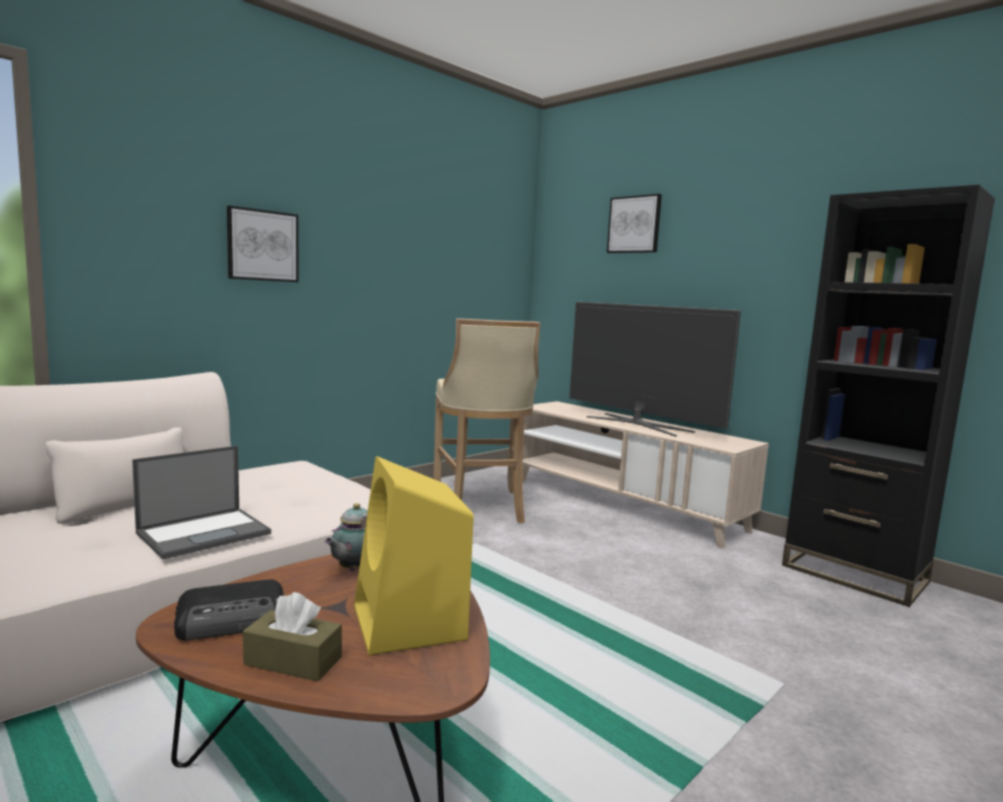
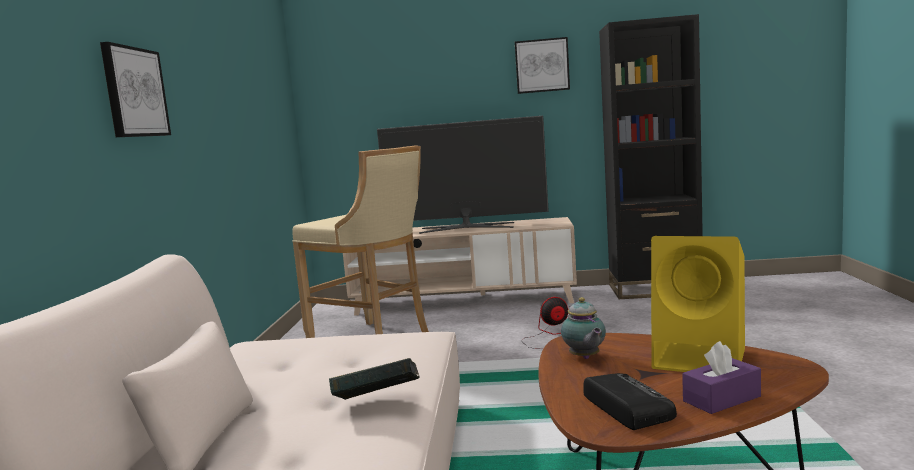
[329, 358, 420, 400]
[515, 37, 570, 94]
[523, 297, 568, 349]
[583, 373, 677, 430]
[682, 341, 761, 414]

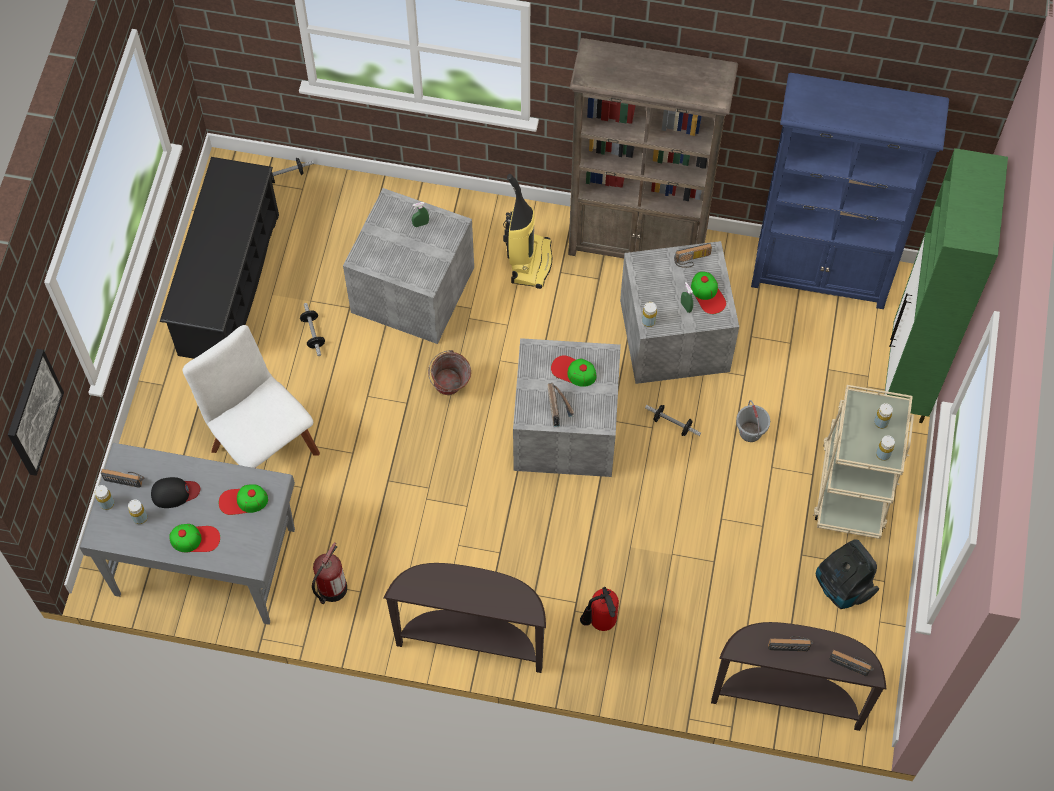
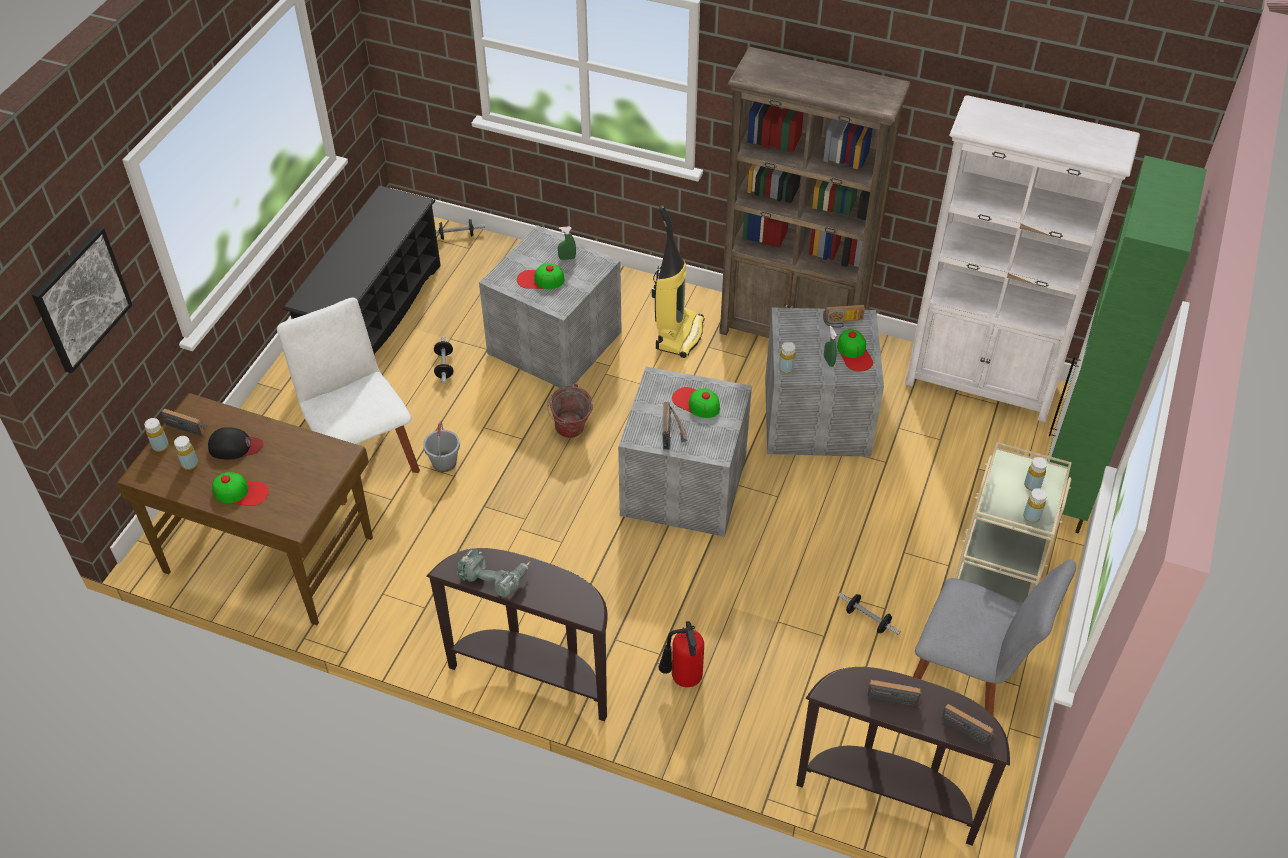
[116, 393, 373, 625]
[423, 421, 460, 472]
[457, 549, 531, 596]
[517, 263, 564, 289]
[838, 592, 901, 635]
[905, 95, 1140, 422]
[913, 560, 1076, 715]
[312, 542, 347, 604] (first image)

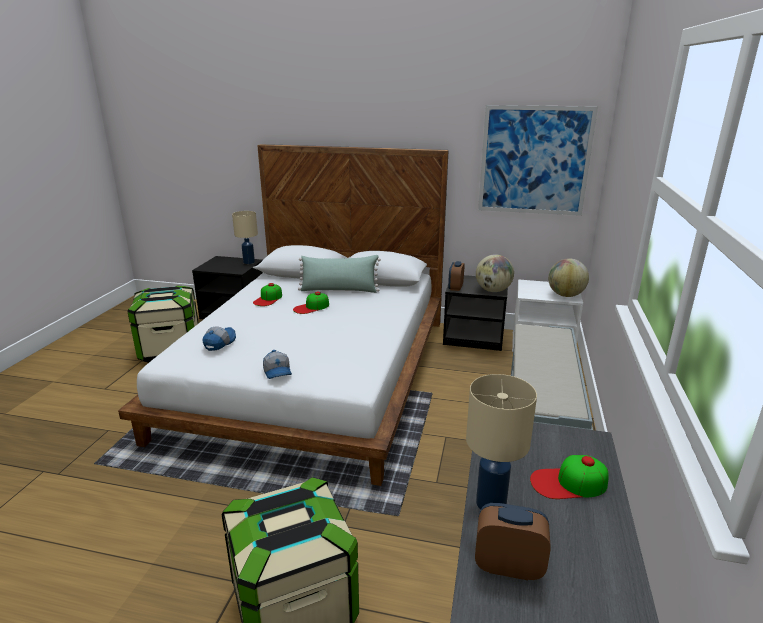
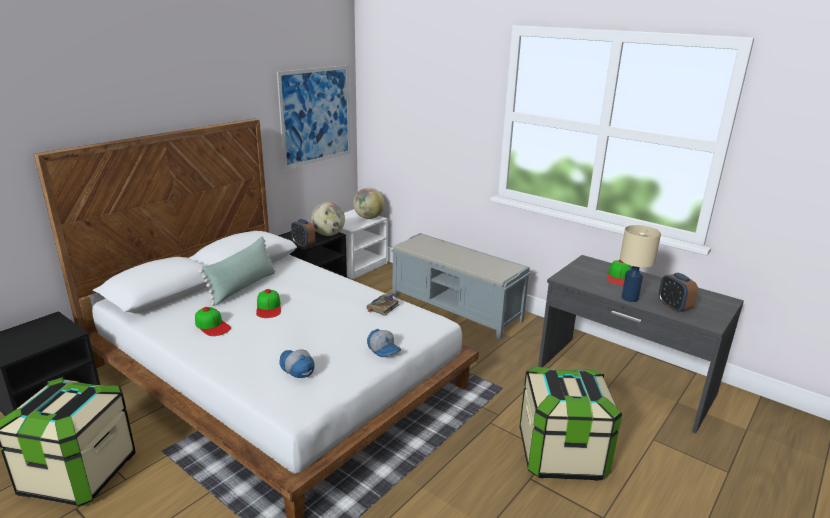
[367, 291, 400, 316]
[367, 329, 401, 357]
[659, 273, 698, 313]
[232, 211, 258, 264] (first image)

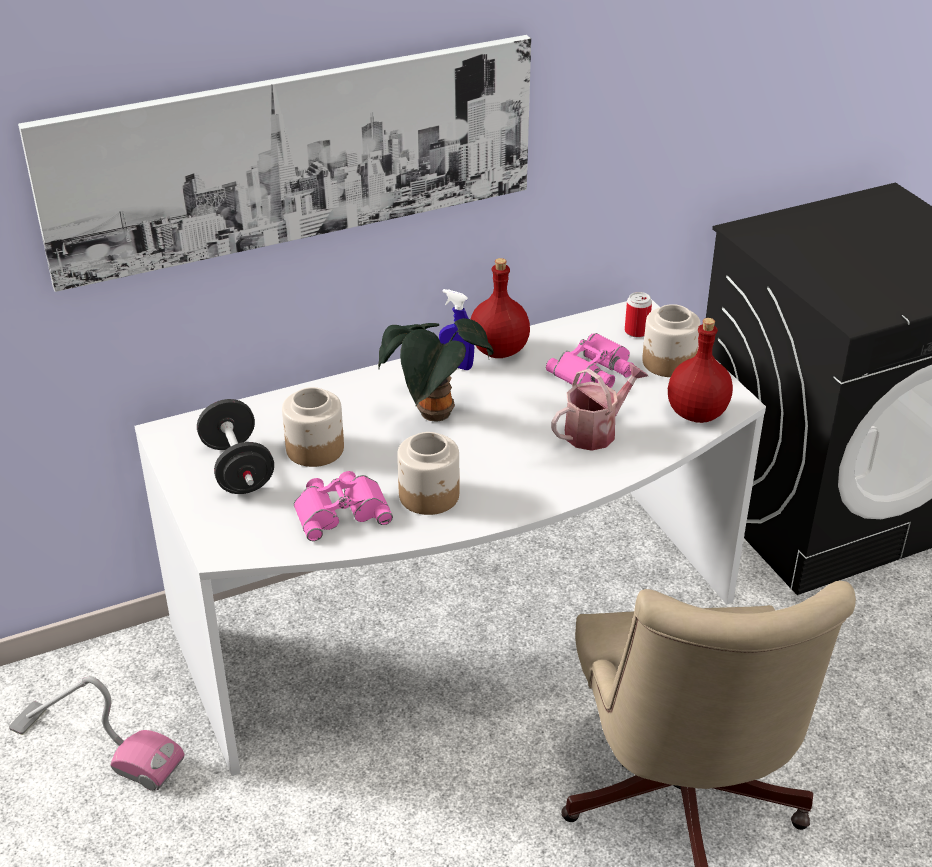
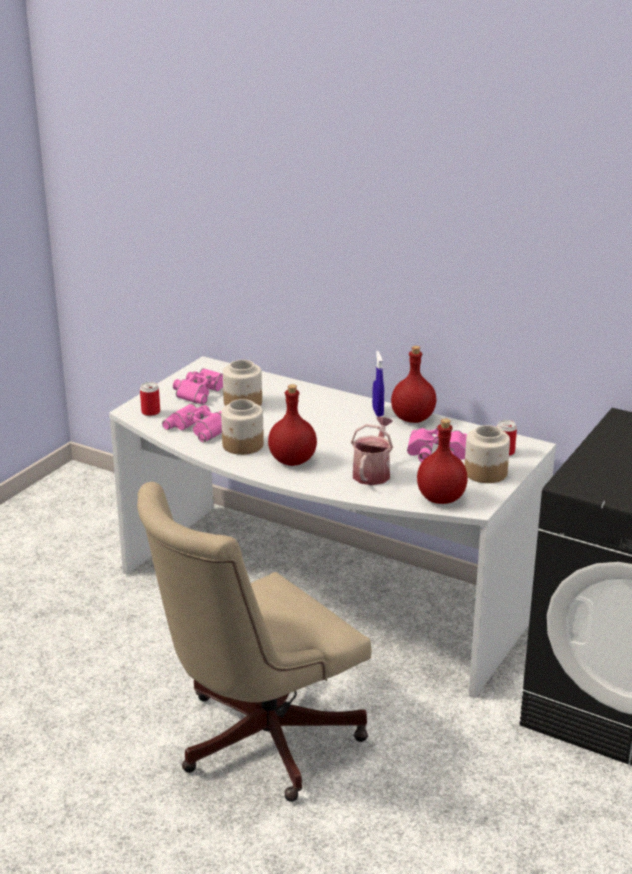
[140, 382, 160, 416]
[173, 368, 223, 405]
[268, 384, 317, 466]
[351, 417, 393, 485]
[9, 676, 184, 791] (first image)
[18, 35, 531, 292] (first image)
[378, 318, 494, 422] (first image)

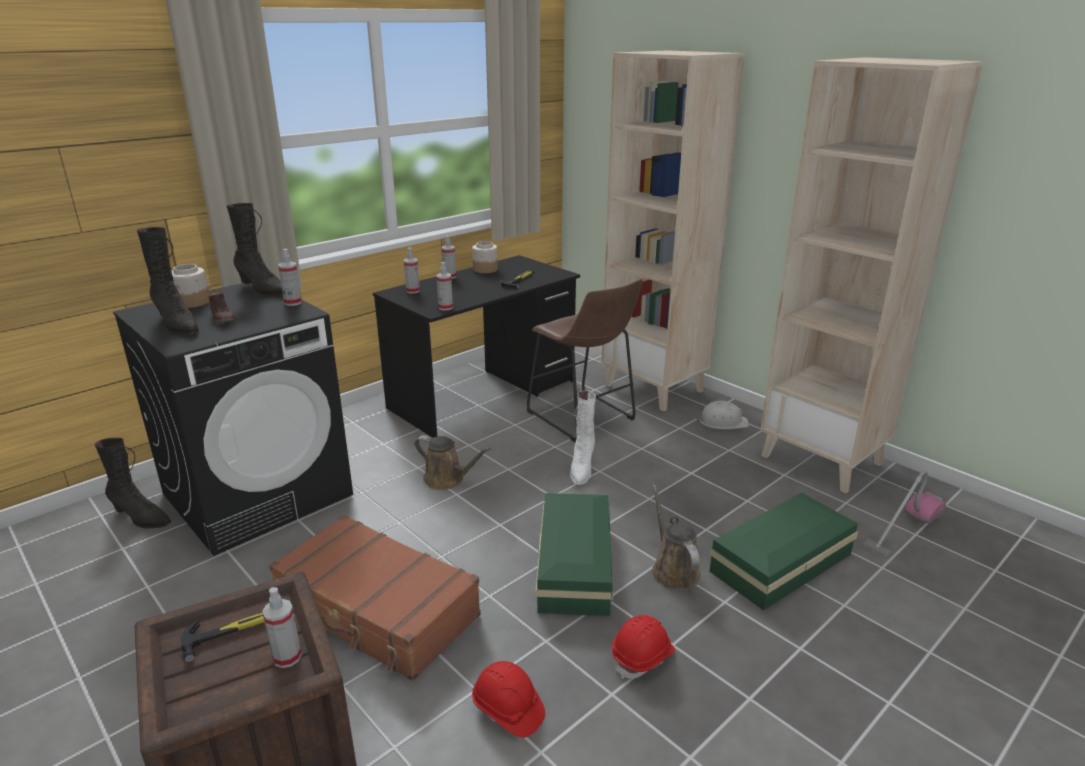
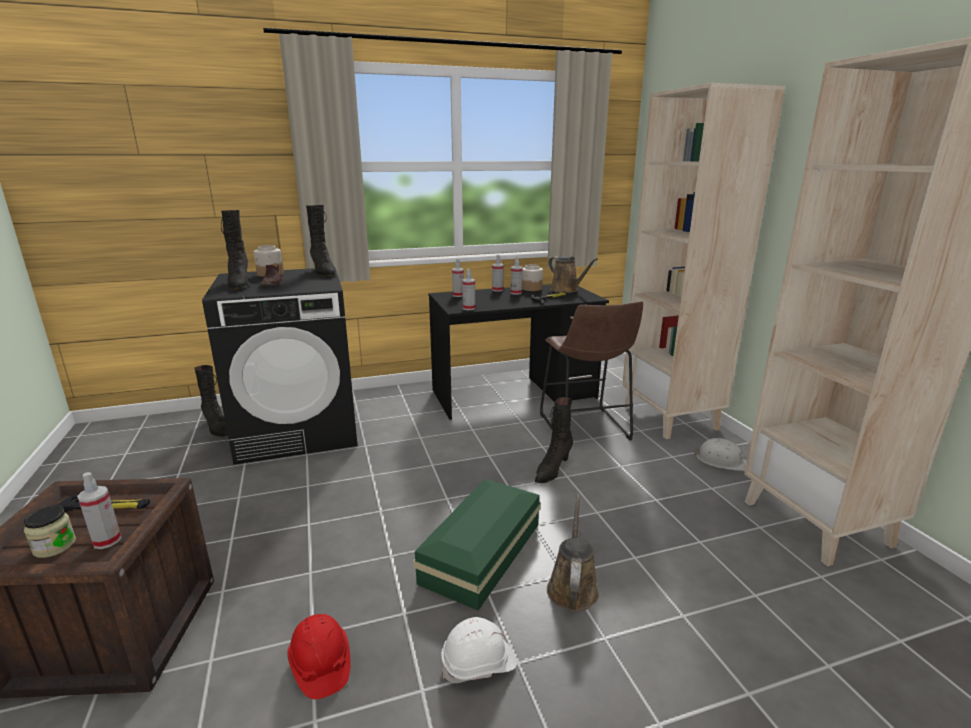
[24, 506, 76, 558]
[441, 617, 517, 683]
[511, 257, 522, 295]
[535, 397, 573, 483]
[548, 256, 598, 293]
[269, 515, 481, 681] (first image)
[709, 493, 858, 610] (first image)
[863, 470, 946, 557] (first image)

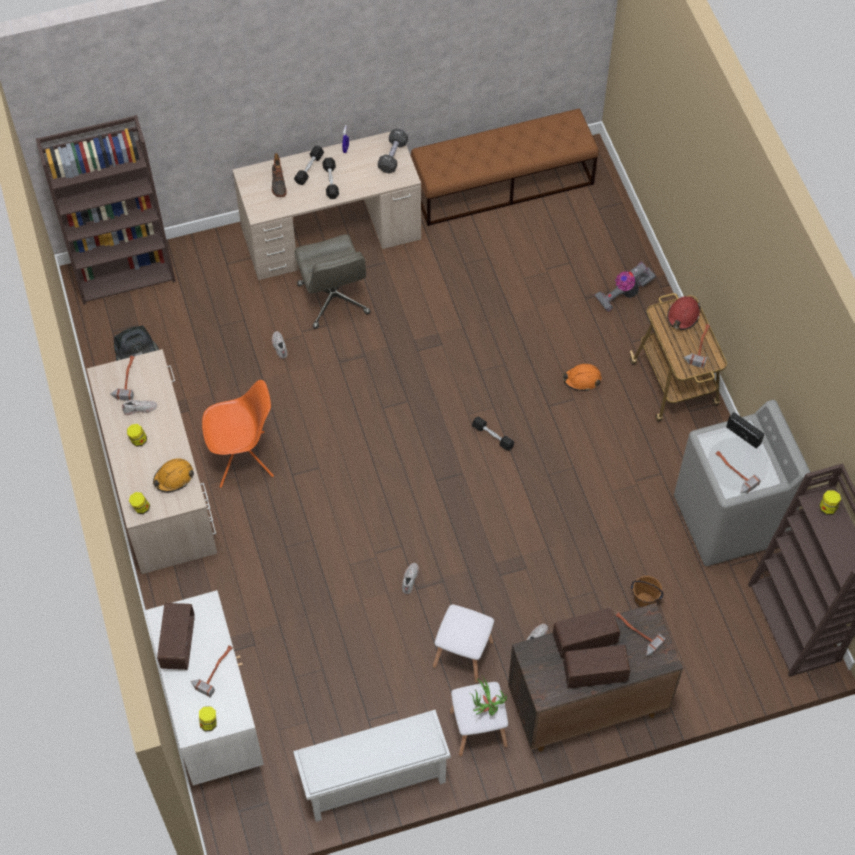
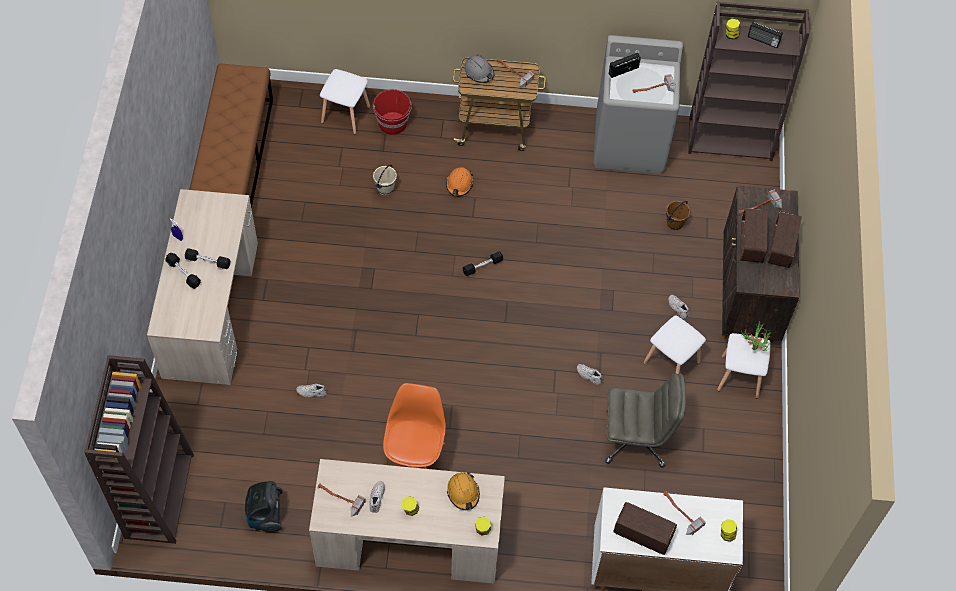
[320, 69, 370, 134]
[373, 89, 412, 135]
[373, 165, 397, 195]
[464, 55, 494, 83]
[605, 373, 686, 467]
[748, 21, 783, 48]
[272, 153, 287, 197] (first image)
[293, 710, 451, 822] (first image)
[378, 129, 408, 173] (first image)

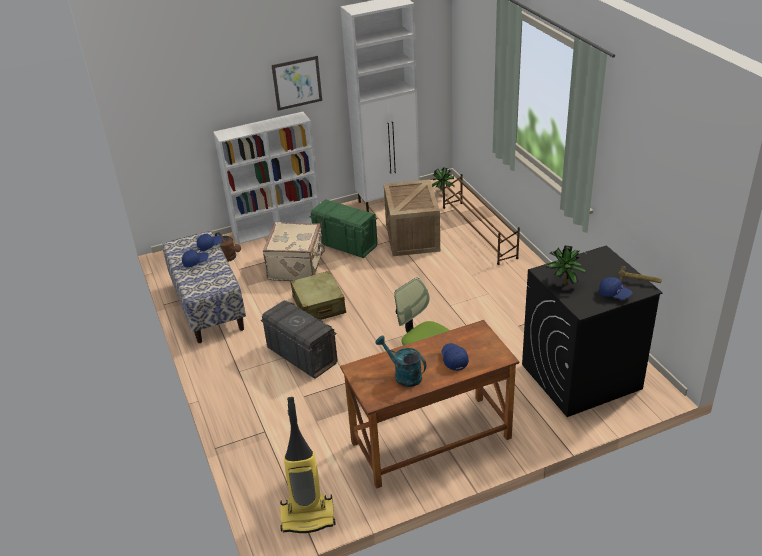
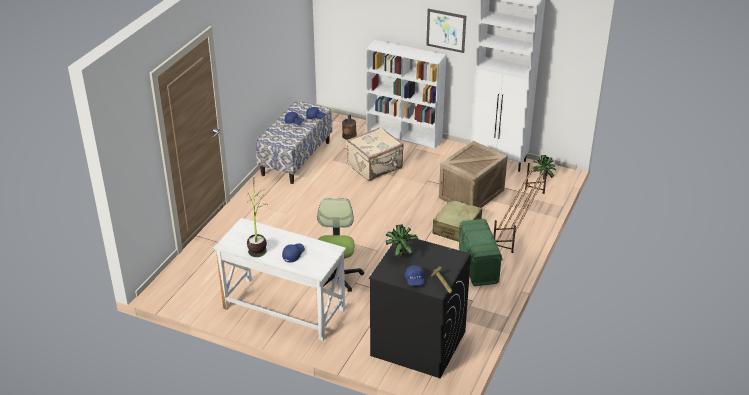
[213, 218, 346, 341]
[247, 183, 267, 257]
[432, 199, 482, 242]
[459, 219, 503, 286]
[261, 300, 338, 379] (first image)
[280, 397, 336, 533] (first image)

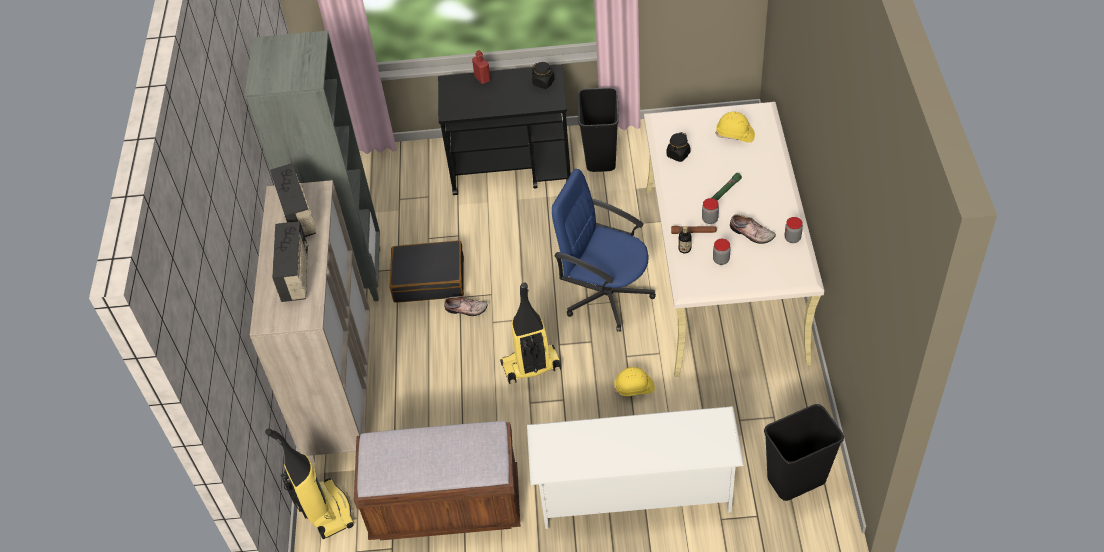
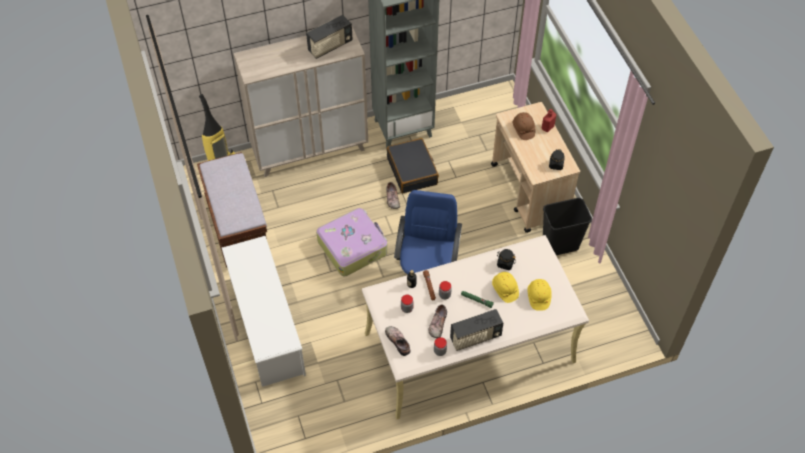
[316, 208, 388, 276]
[385, 326, 411, 356]
[450, 309, 503, 351]
[491, 102, 580, 233]
[492, 272, 519, 303]
[513, 112, 535, 140]
[764, 404, 844, 501] (first image)

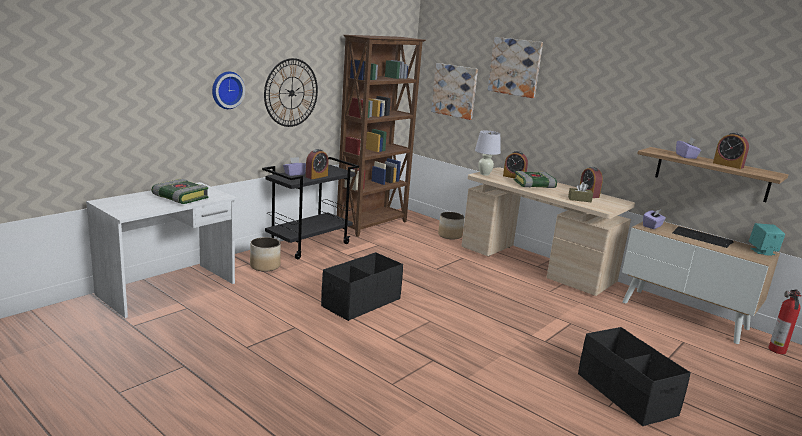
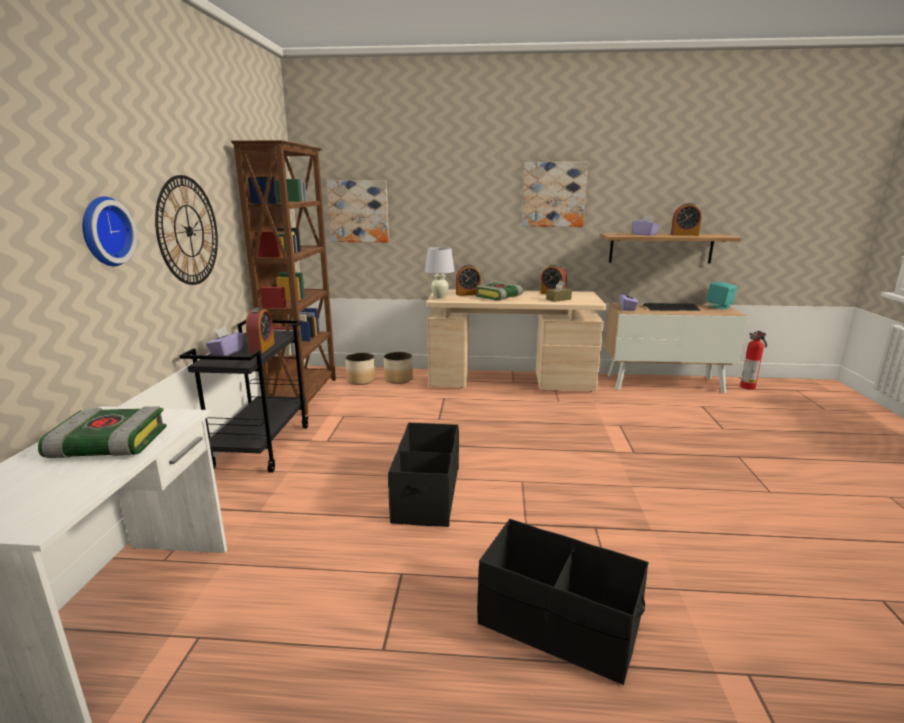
[345, 353, 376, 385]
[477, 519, 649, 685]
[522, 162, 588, 227]

